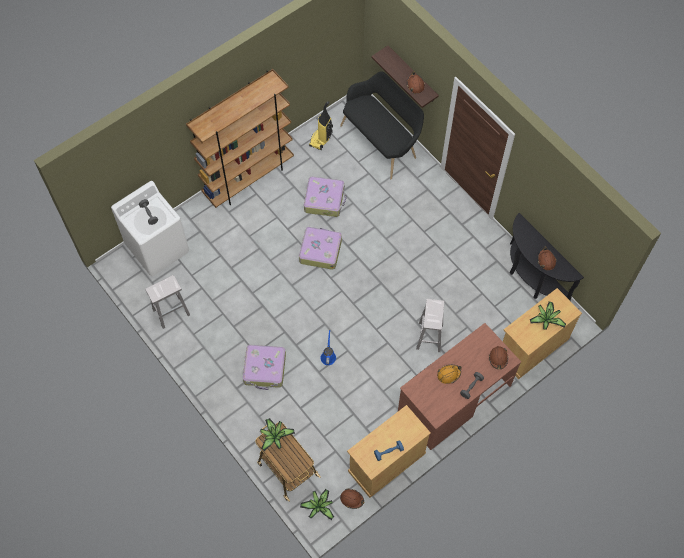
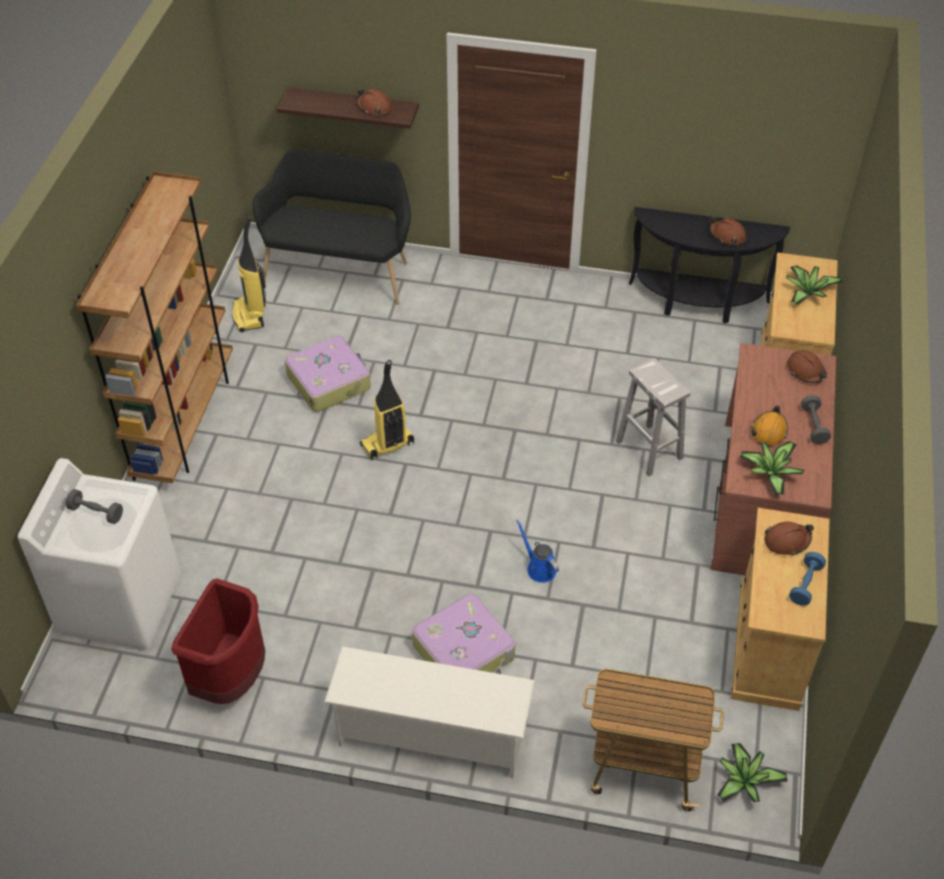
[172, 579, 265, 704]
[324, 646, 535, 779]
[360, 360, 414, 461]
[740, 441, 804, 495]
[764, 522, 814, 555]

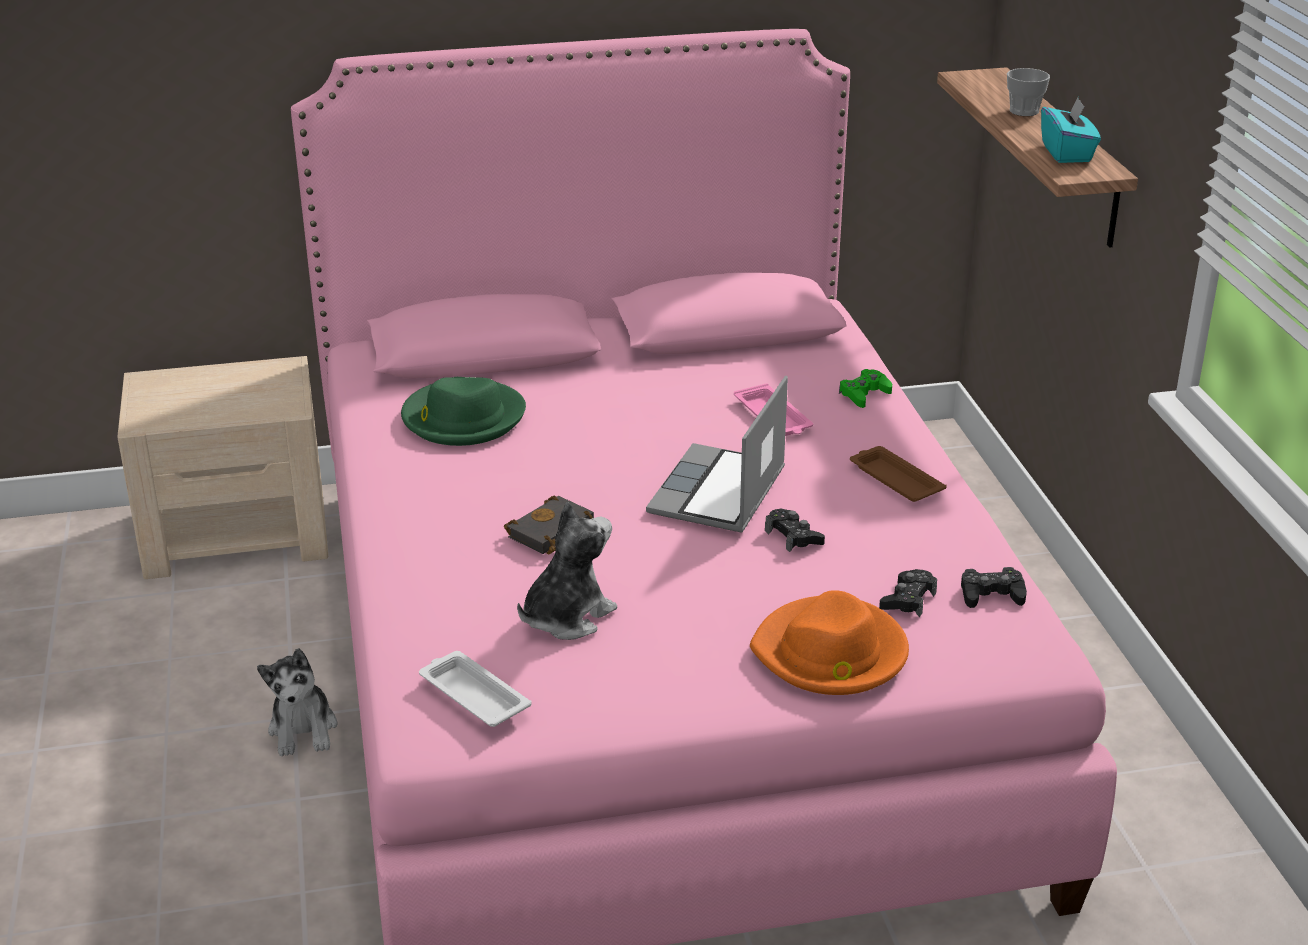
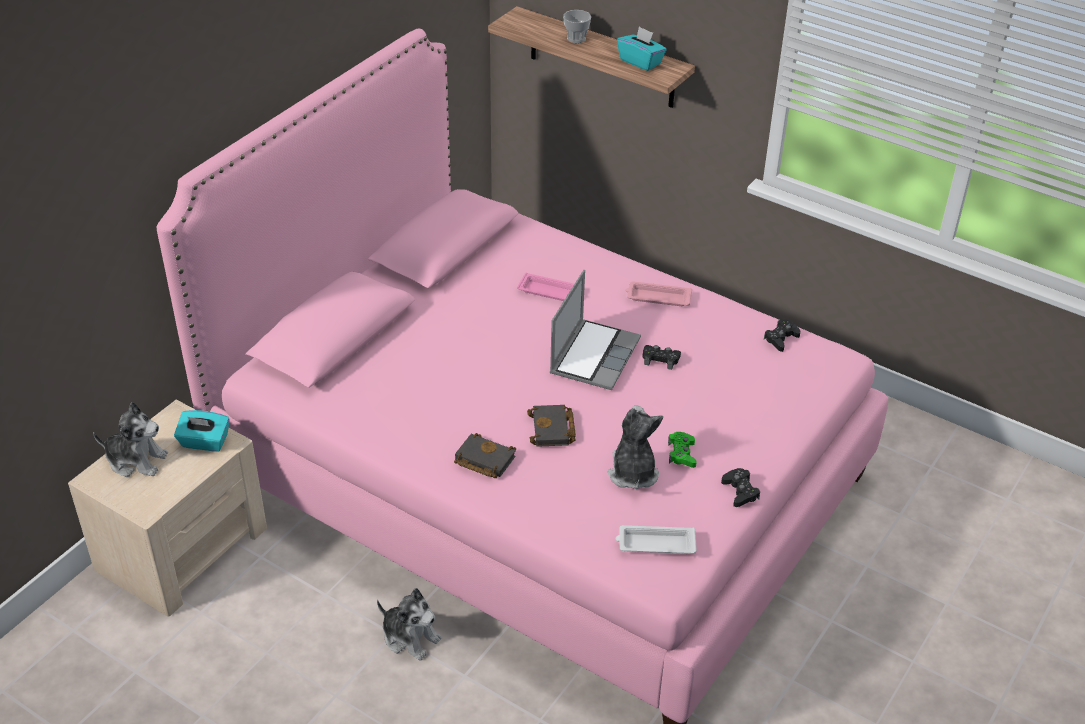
[93, 402, 168, 477]
[174, 410, 230, 452]
[454, 433, 516, 478]
[550, 270, 641, 390]
[625, 281, 692, 306]
[668, 432, 697, 468]
[721, 468, 760, 507]
[401, 377, 526, 446] (first image)
[750, 590, 909, 695] (first image)

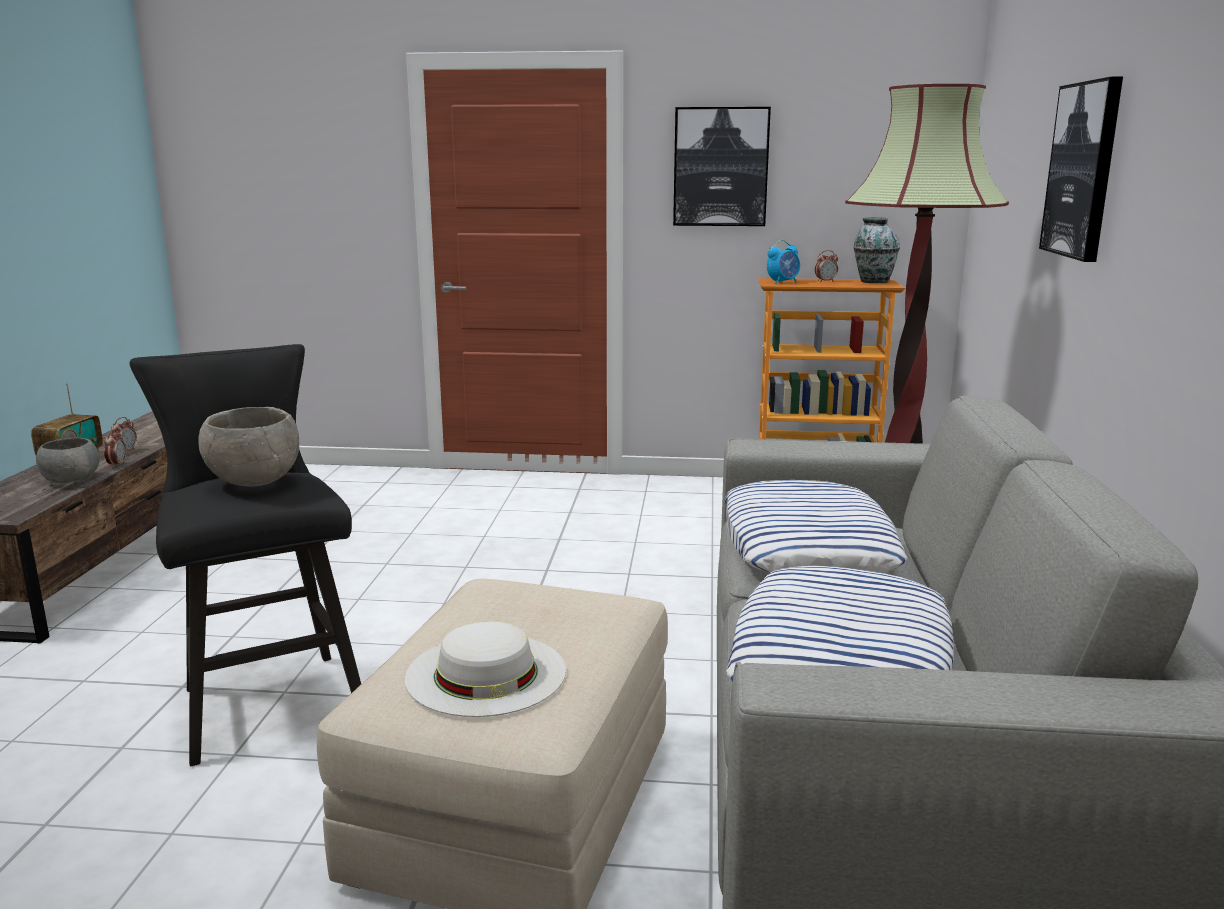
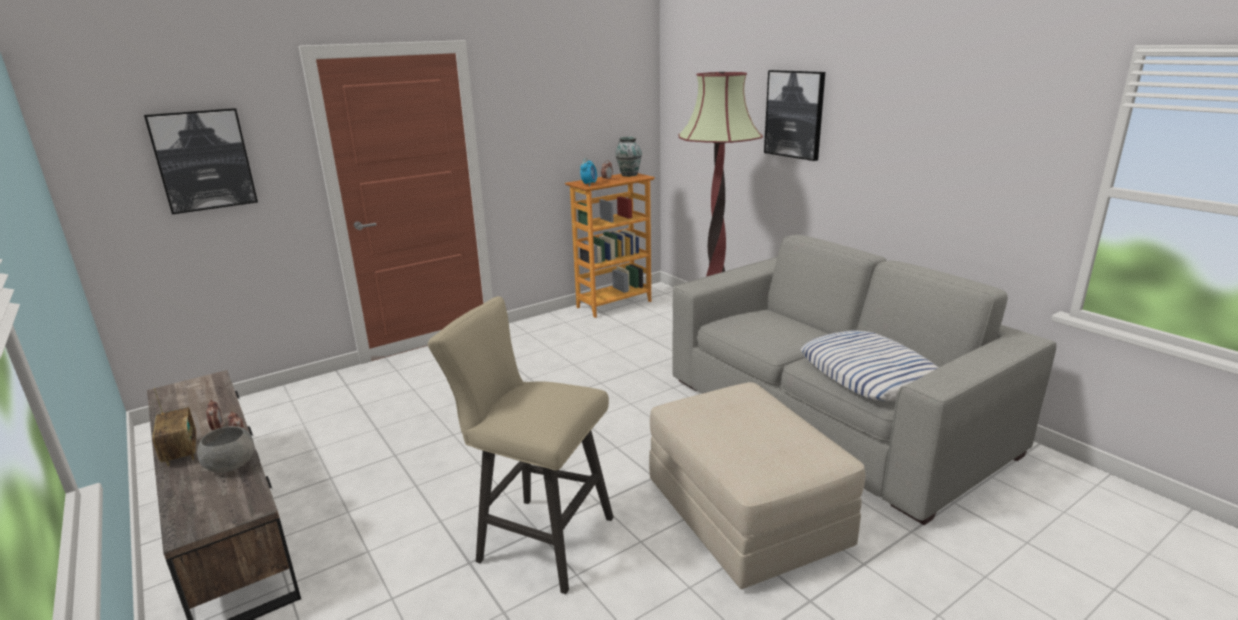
[144, 108, 258, 214]
[428, 296, 613, 594]
[198, 407, 299, 487] (first image)
[405, 621, 566, 717] (first image)
[725, 480, 907, 573] (first image)

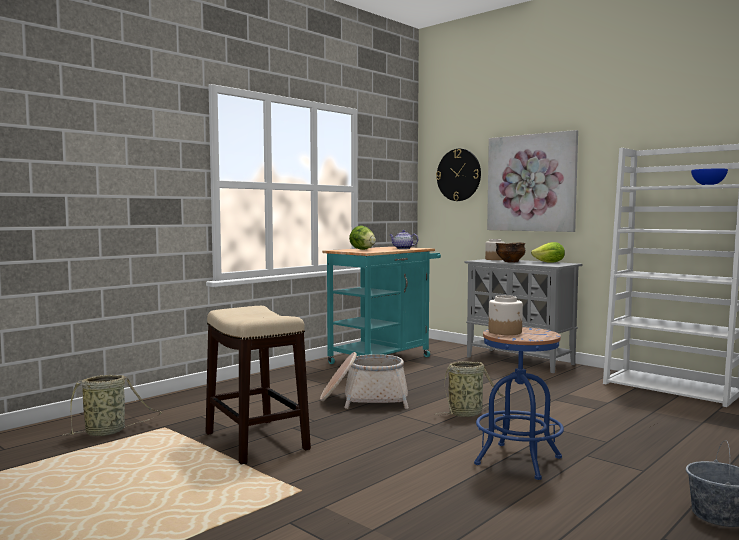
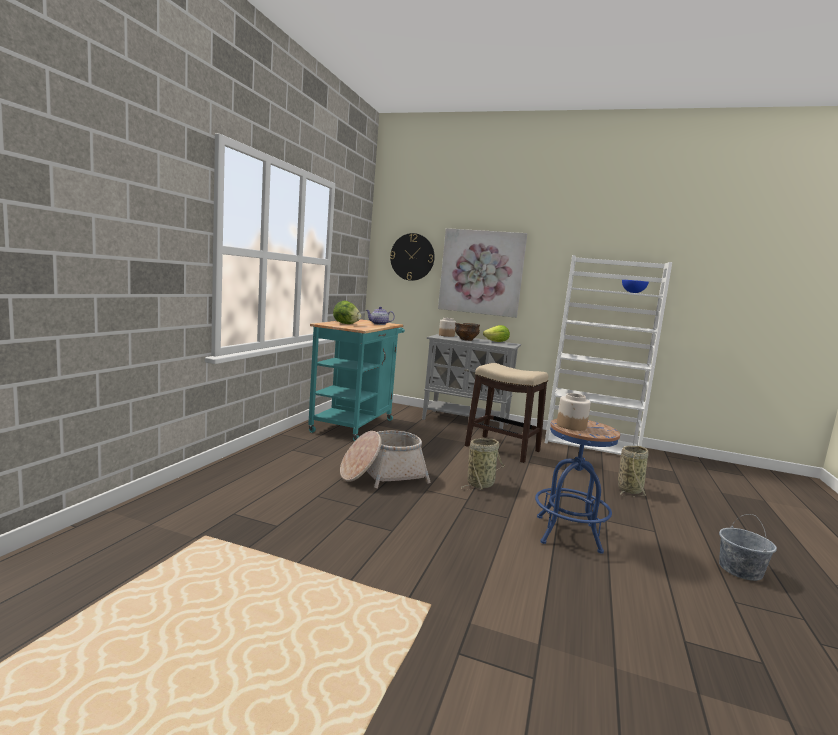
[465, 363, 549, 463]
[618, 446, 649, 497]

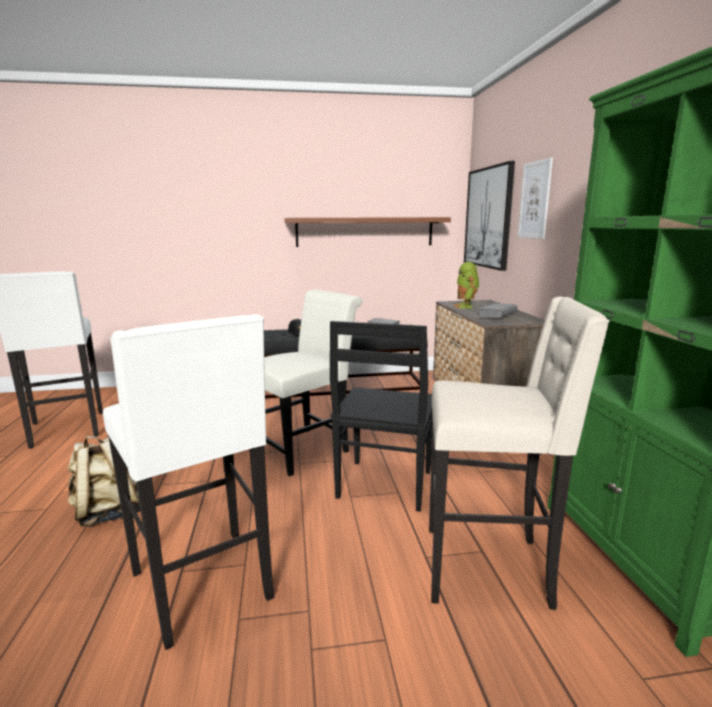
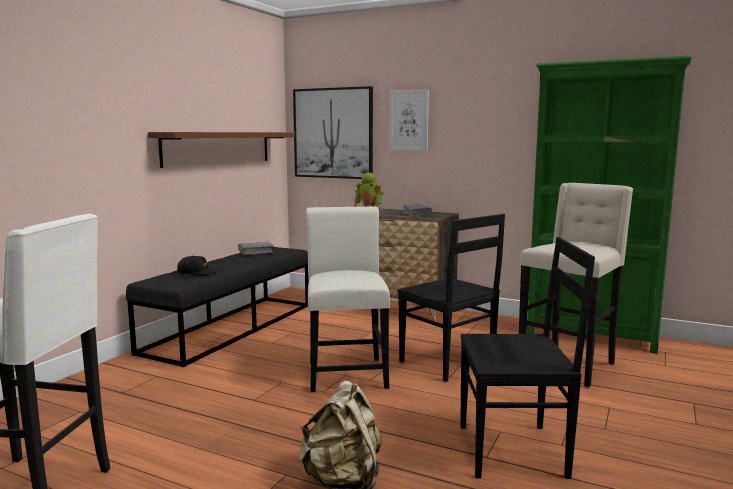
[460, 237, 595, 479]

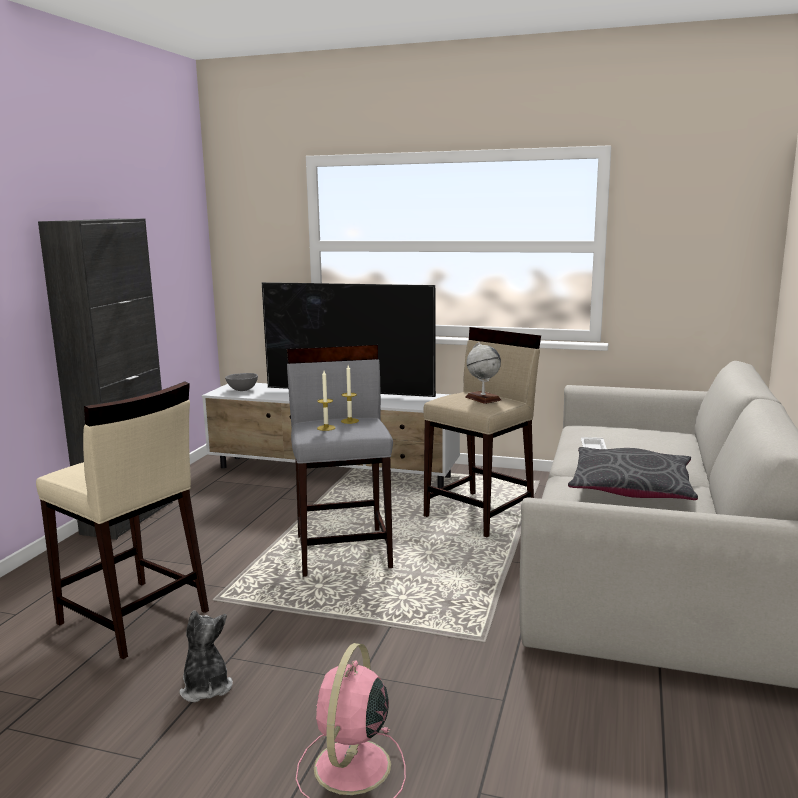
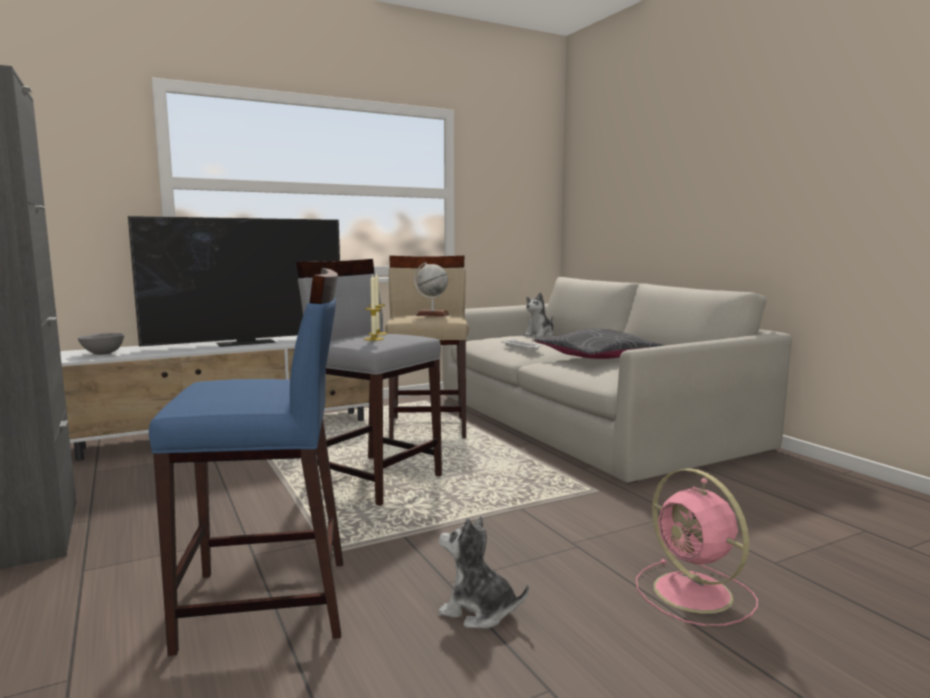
[149, 268, 343, 656]
[523, 292, 554, 338]

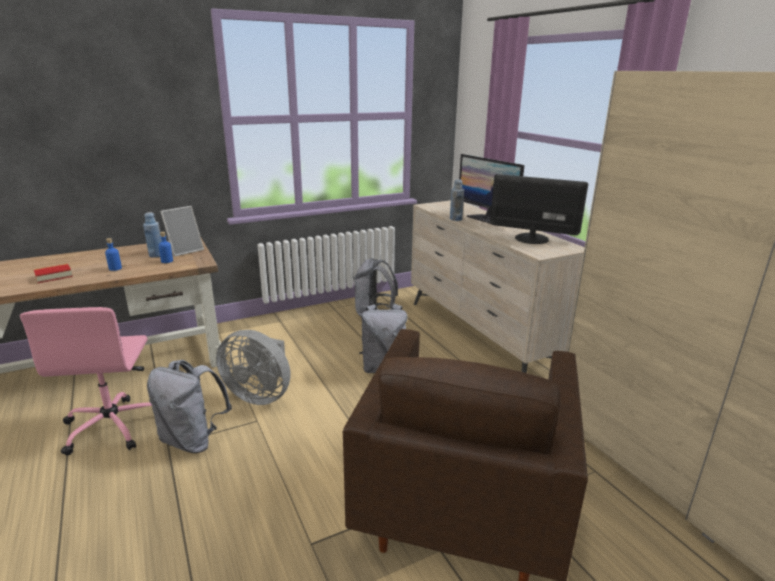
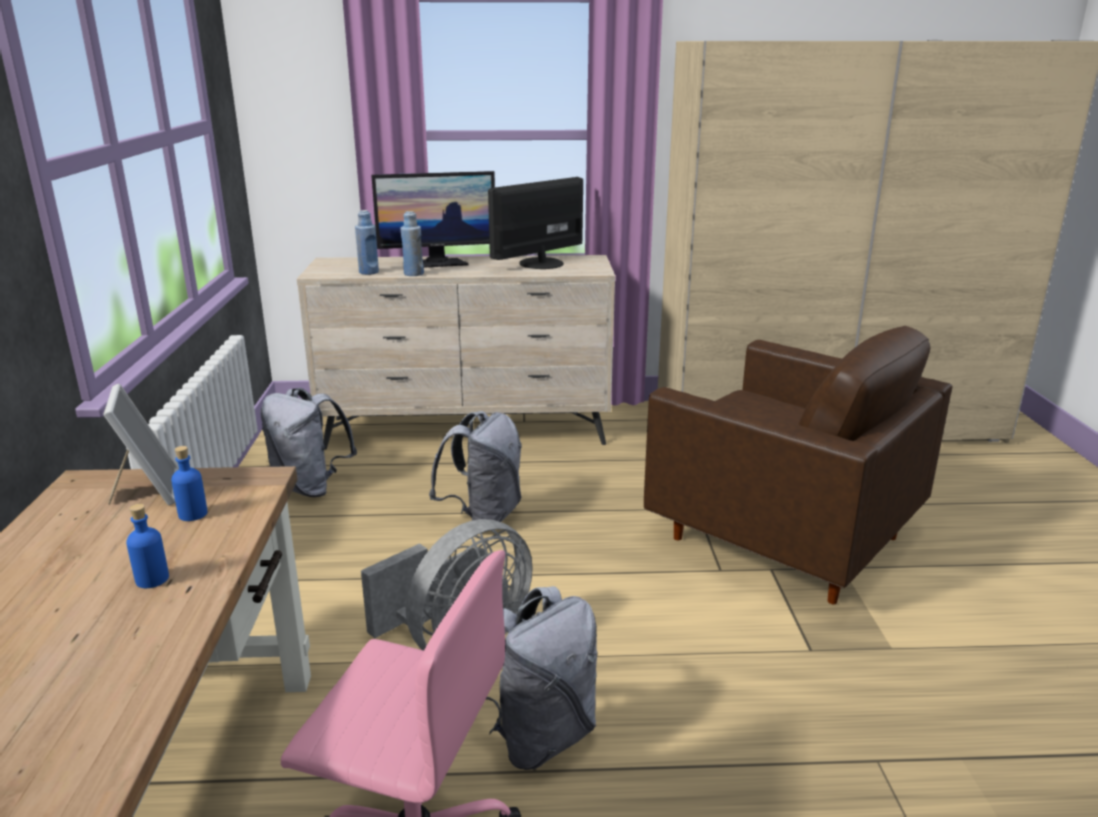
[355, 210, 379, 275]
[34, 264, 73, 283] (first image)

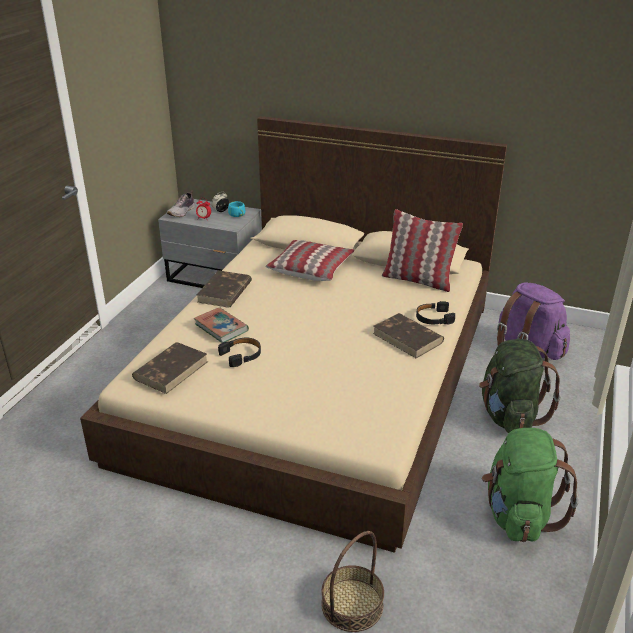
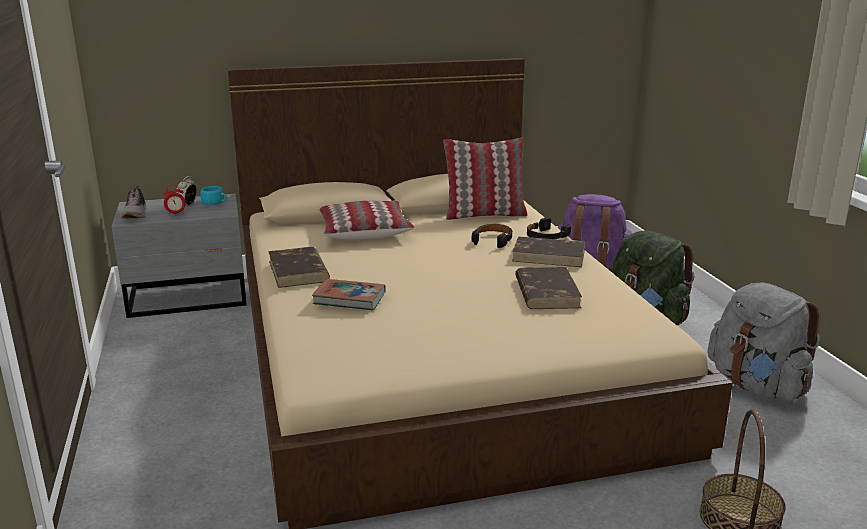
[472, 224, 512, 248]
[515, 267, 582, 309]
[707, 282, 820, 401]

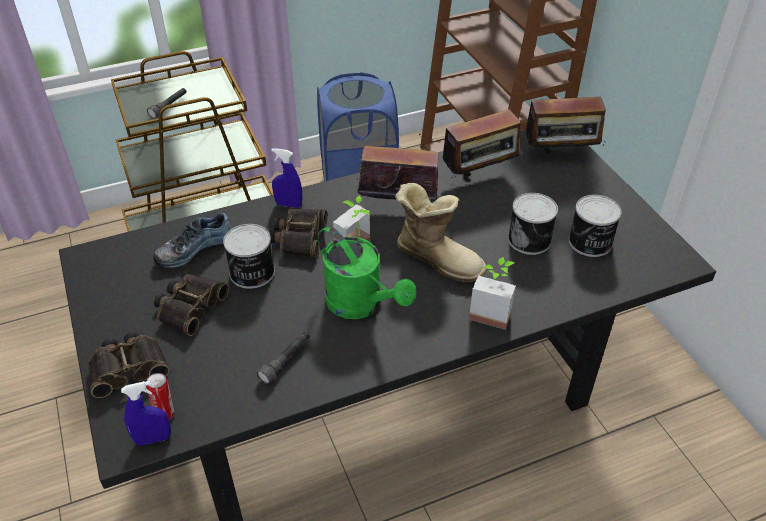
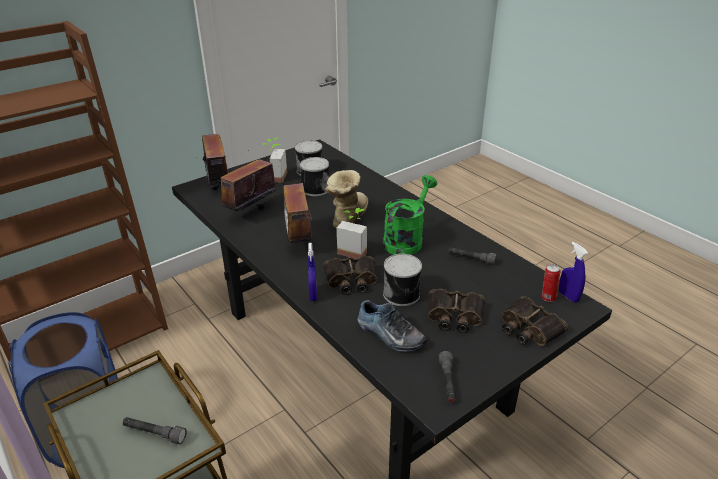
[220, 150, 276, 211]
[263, 137, 287, 183]
[439, 351, 455, 403]

